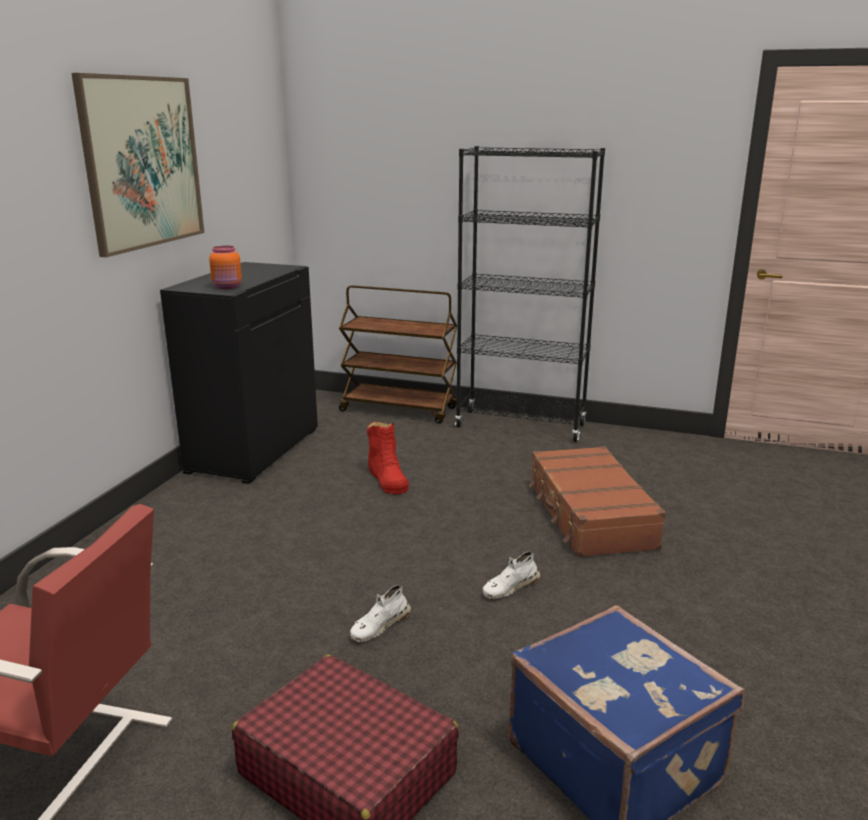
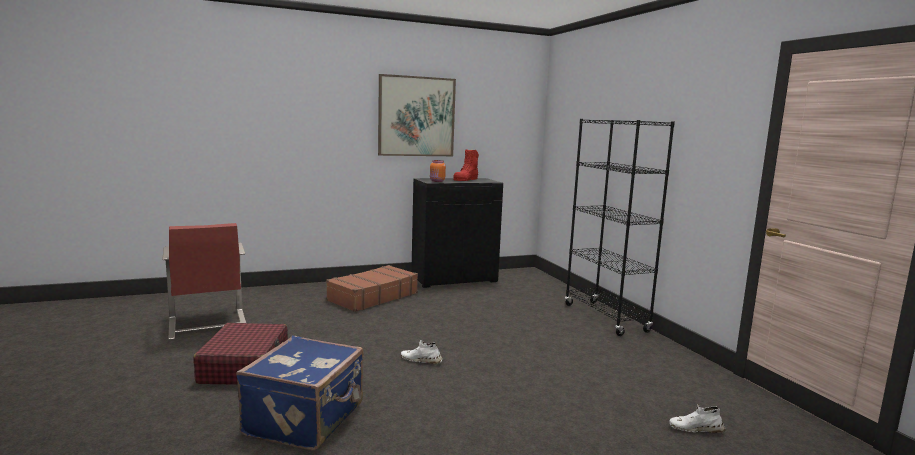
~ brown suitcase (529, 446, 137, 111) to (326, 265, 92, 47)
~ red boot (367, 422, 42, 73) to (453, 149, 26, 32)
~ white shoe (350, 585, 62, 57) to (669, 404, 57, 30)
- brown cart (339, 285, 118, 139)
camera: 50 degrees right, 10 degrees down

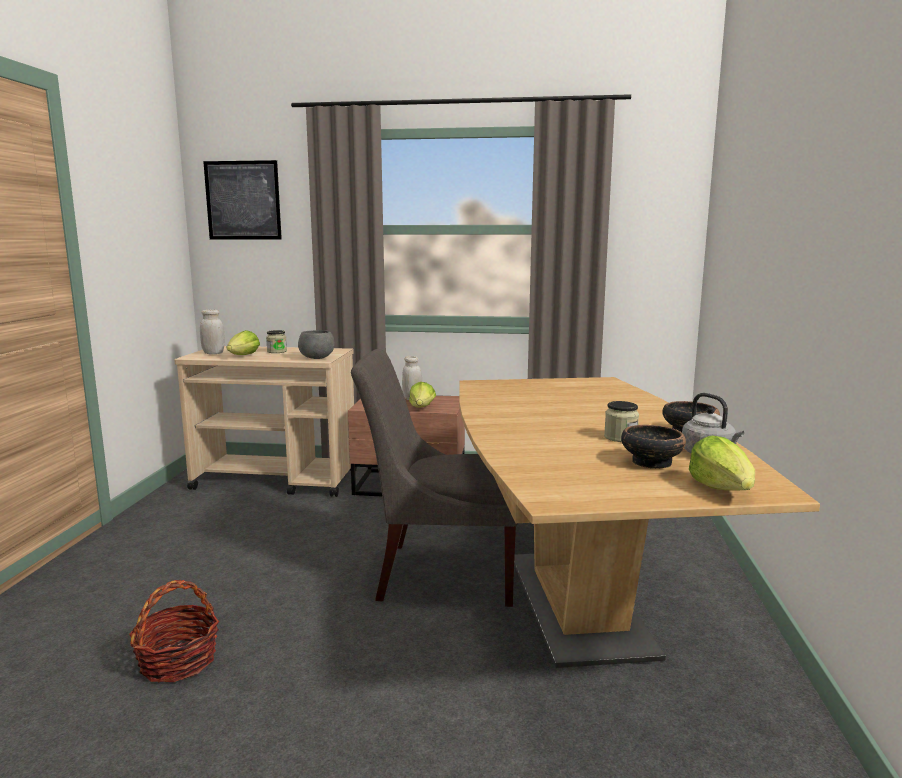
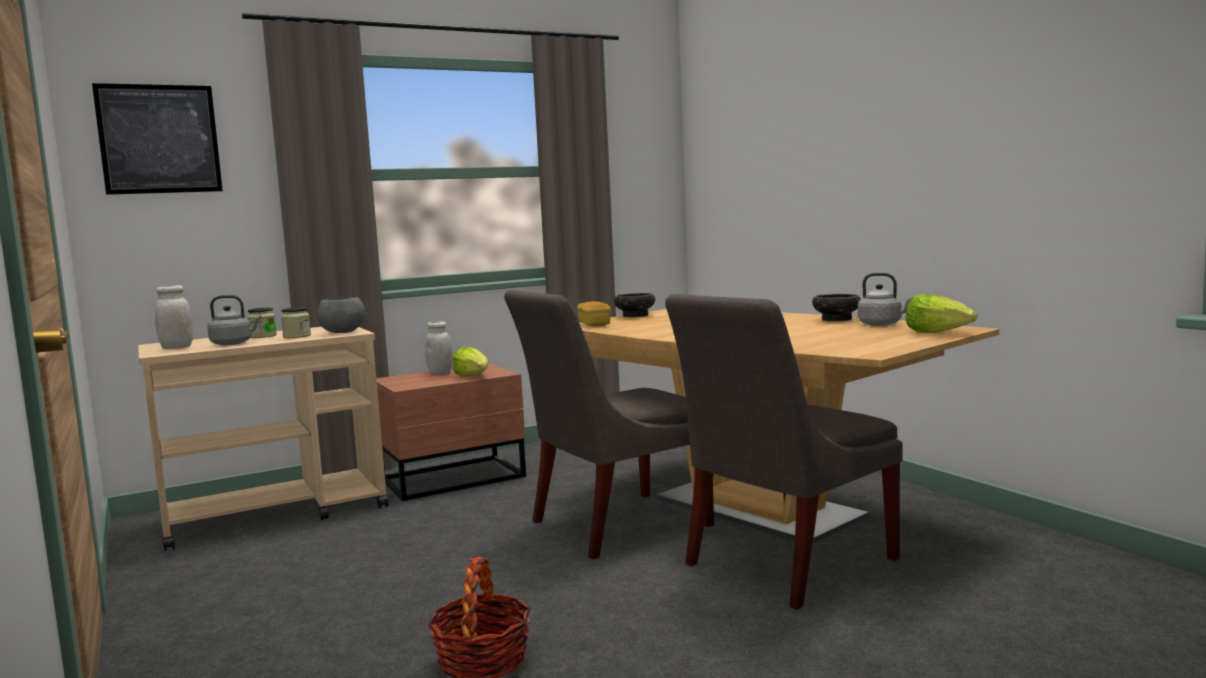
~ lettuce (227, 330, 33, 25) to grey kettle (207, 295, 55, 50)
~ jar (604, 401, 35, 41) to (281, 307, 30, 31)
+ bread (577, 301, 34, 25)
~ bowl (621, 425, 65, 44) to (614, 293, 41, 24)
+ grey chair (665, 294, 238, 315)
camera: 35 degrees left, 5 degrees down

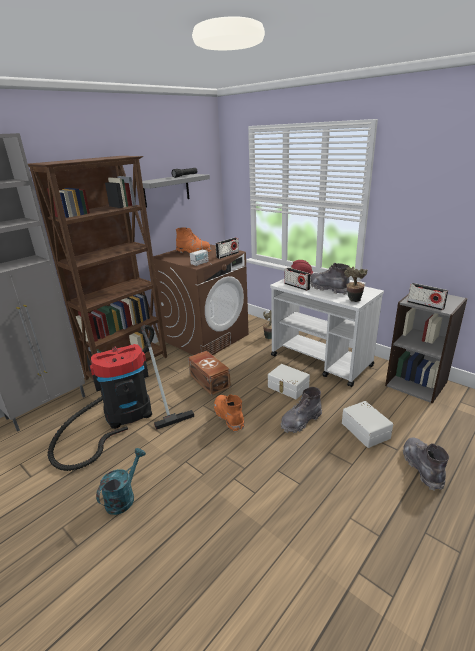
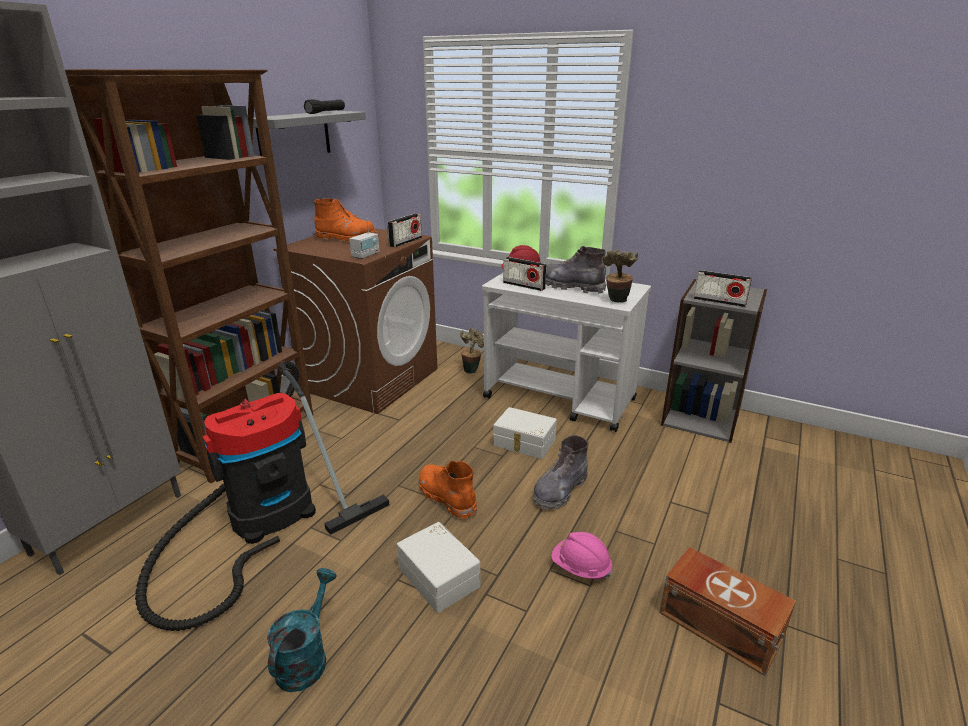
~ white storage box (342, 401, 51, 47) to (397, 522, 83, 91)
+ pink hard hat (551, 532, 62, 48)
~ brown storage box (188, 351, 43, 45) to (659, 547, 137, 129)
- grey boot (403, 437, 46, 54)
camera: 15 degrees left, 0 degrees up

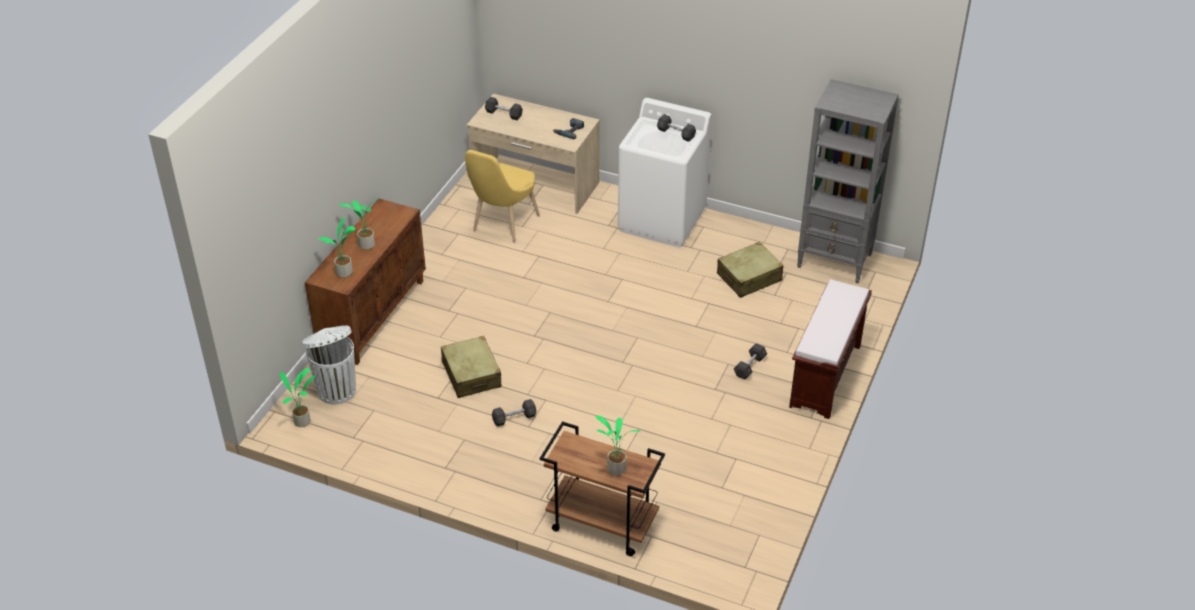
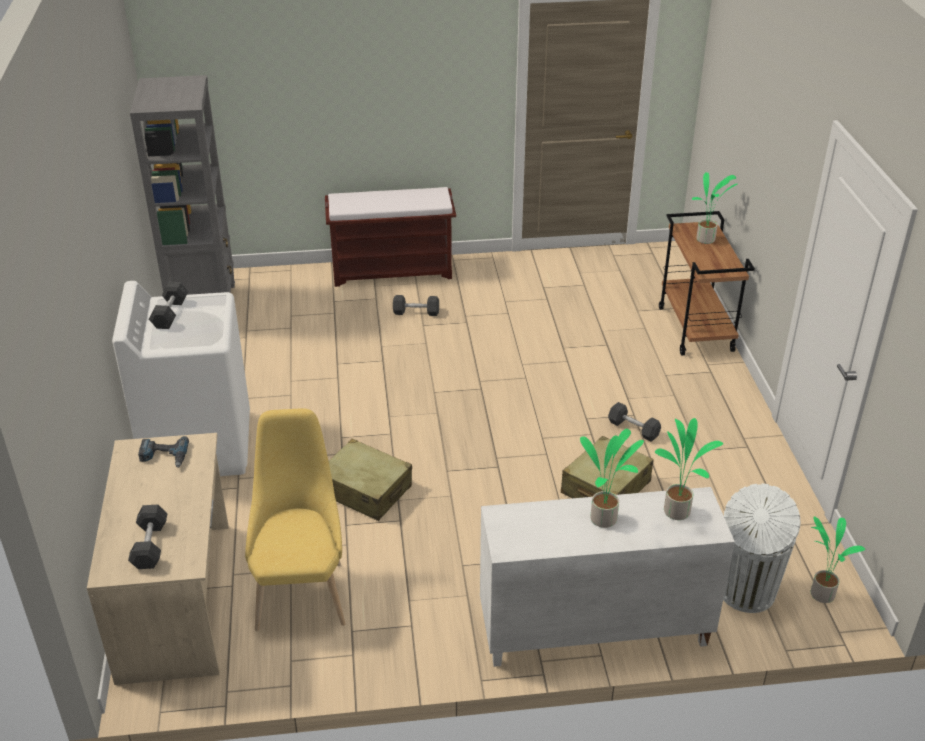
~ yellow chair (465, 150, 75, 93) = (245, 408, 101, 223) 90 degrees counterclockwise
~ beige suitcase (717, 242, 67, 56) to (329, 438, 83, 83)
~ brown cabinet (305, 199, 121, 166) to white cabinet (480, 487, 255, 180)
camera: 120 degrees left, 5 degrees down

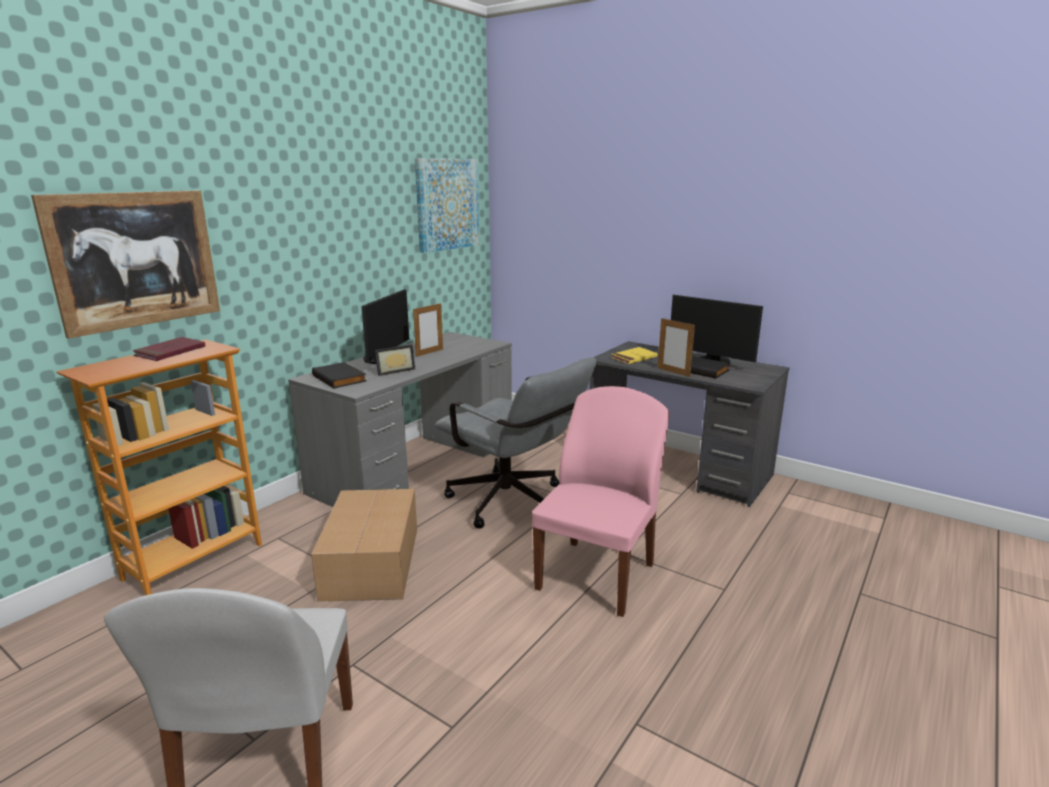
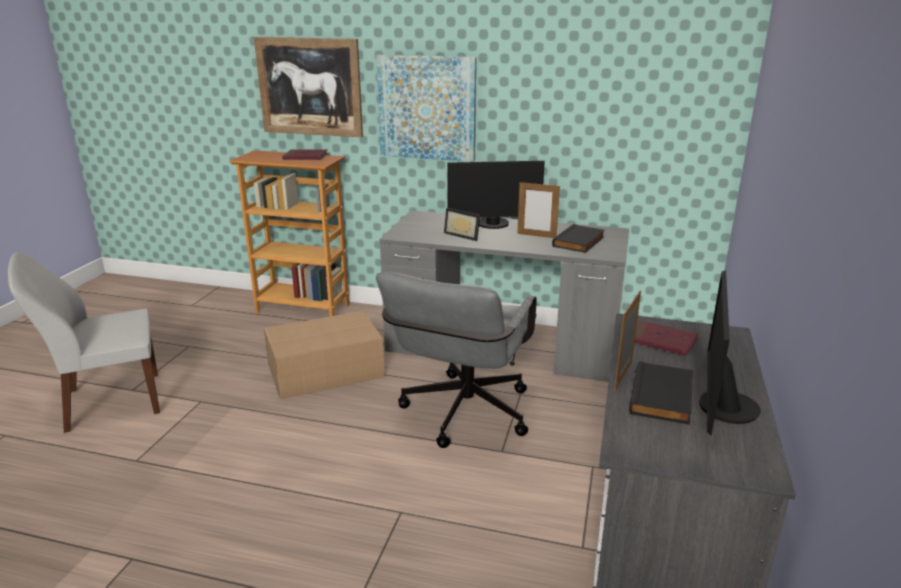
~ picture (415, 158, 65, 95) to (376, 55, 100, 107)
~ black book (312, 362, 55, 27) to (552, 224, 53, 29)
~ yellow book (611, 347, 46, 17) to red book (635, 320, 63, 36)
- pink chair (532, 386, 138, 231)
camera: 70 degrees right, 5 degrees up

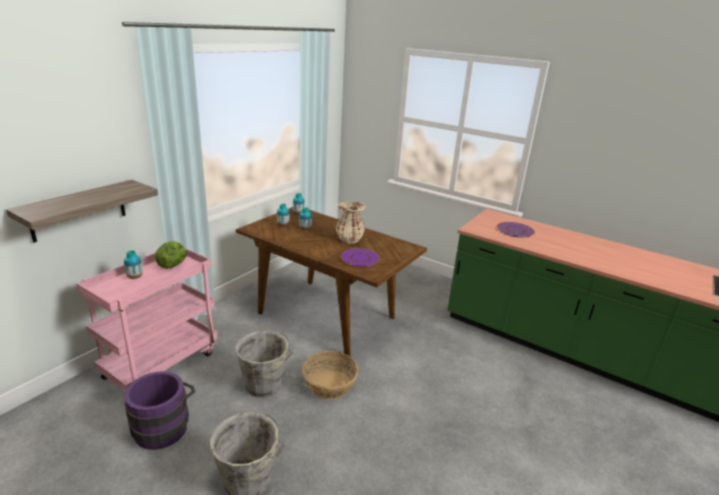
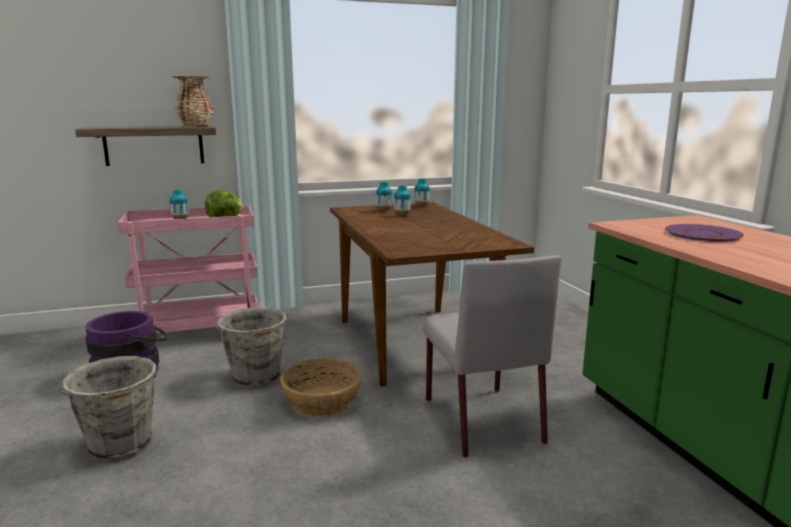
~ beige vase (336, 201, 30, 43) to (172, 76, 42, 51)
+ grey chair (423, 255, 139, 203)
- purple plate (340, 248, 40, 19)
camera: 40 degrees right, 10 degrees down

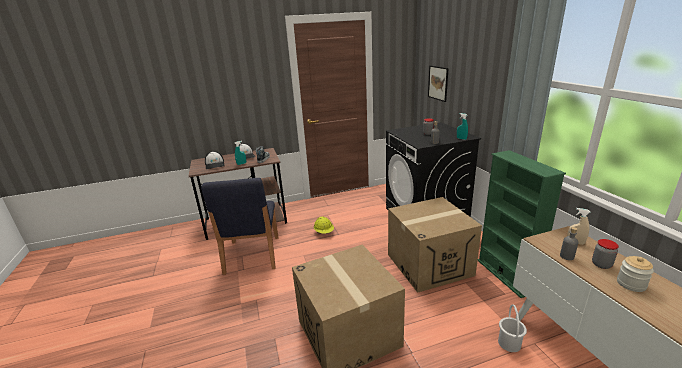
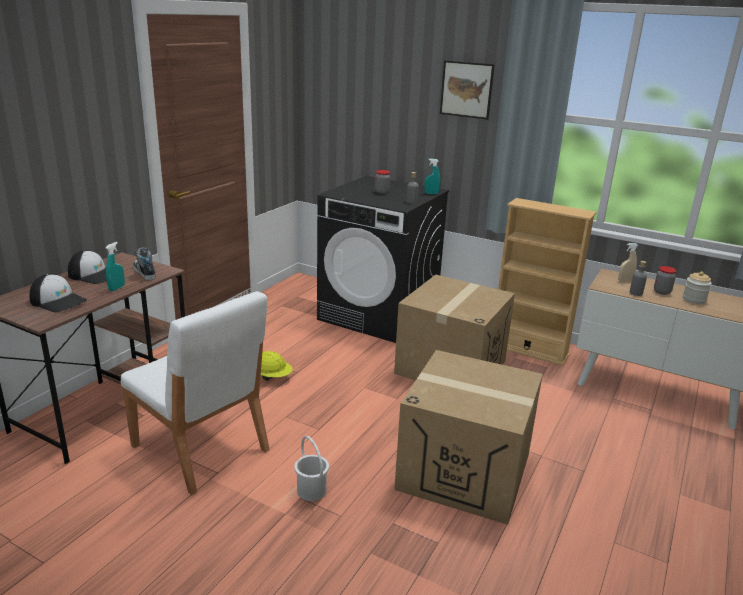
~ blue chair (201, 178, 77, 97) to white chair (121, 291, 149, 204)
~ white bucket (498, 304, 29, 48) to (294, 436, 35, 65)
~ picture (428, 65, 21, 37) to (440, 60, 55, 60)
~ green bookcase (478, 150, 88, 148) to beige bookcase (498, 198, 98, 168)
camera: 45 degrees left, 0 degrees up

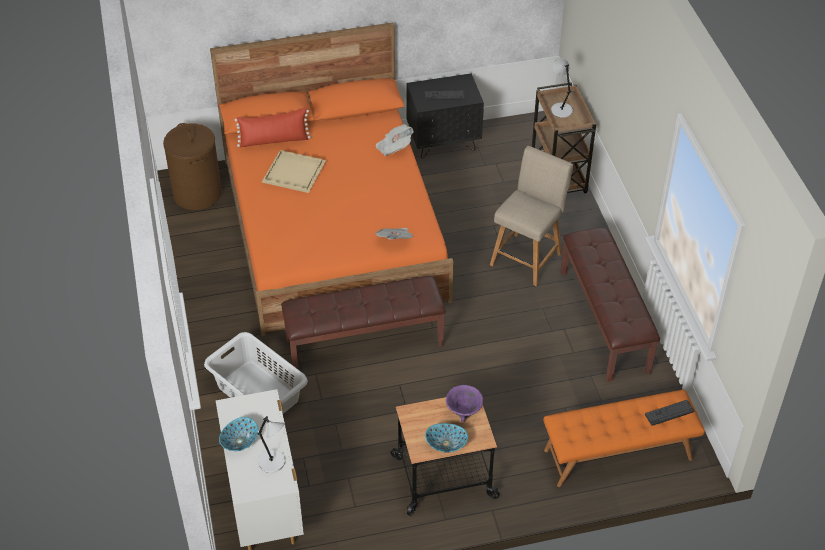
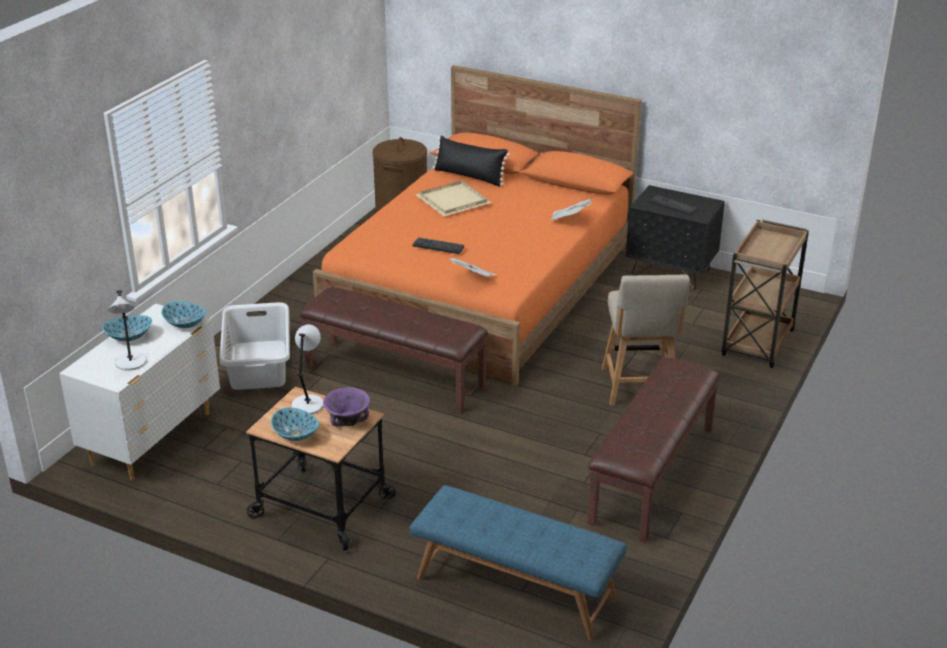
+ bowl (161, 301, 45, 27)
~ grey table lamp (551, 58, 22, 60) to (292, 324, 32, 90)
~ orange bench (543, 390, 162, 97) to blue bench (410, 485, 217, 156)
~ keyboard (645, 400, 49, 26) to (413, 237, 51, 17)
~ red pillow (235, 108, 76, 39) to black pillow (432, 136, 78, 51)
~ beige chair (490, 146, 83, 140) = (602, 274, 88, 132) 105 degrees clockwise
camera: 40 degrees right, 15 degrees down

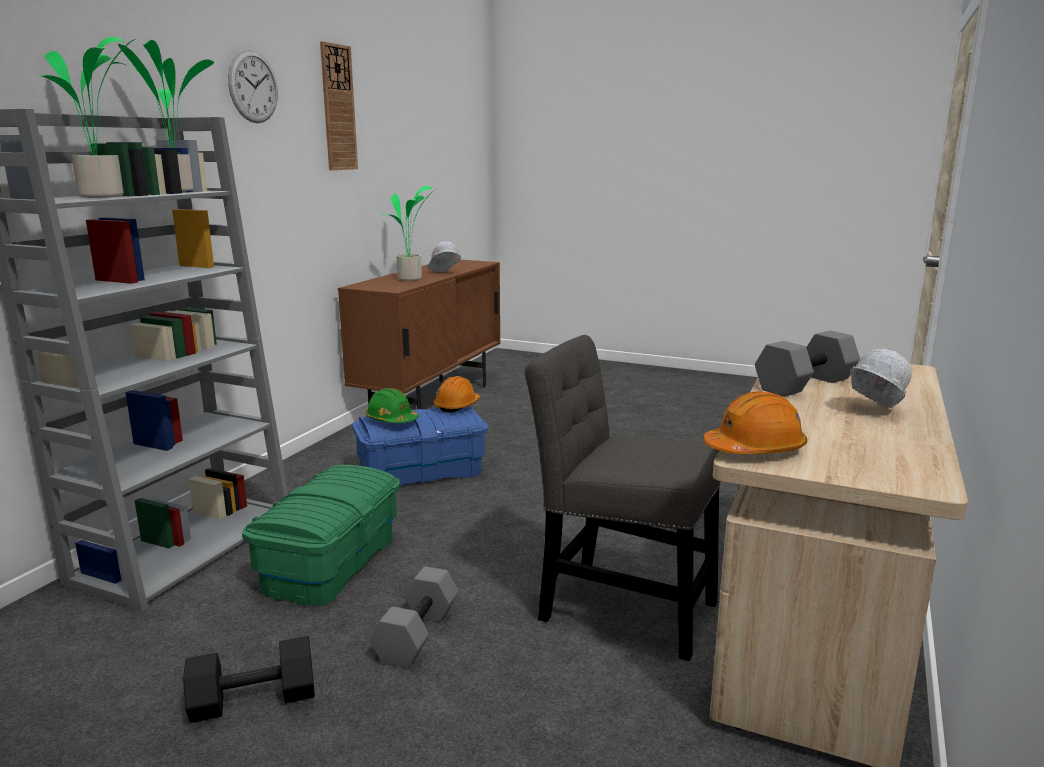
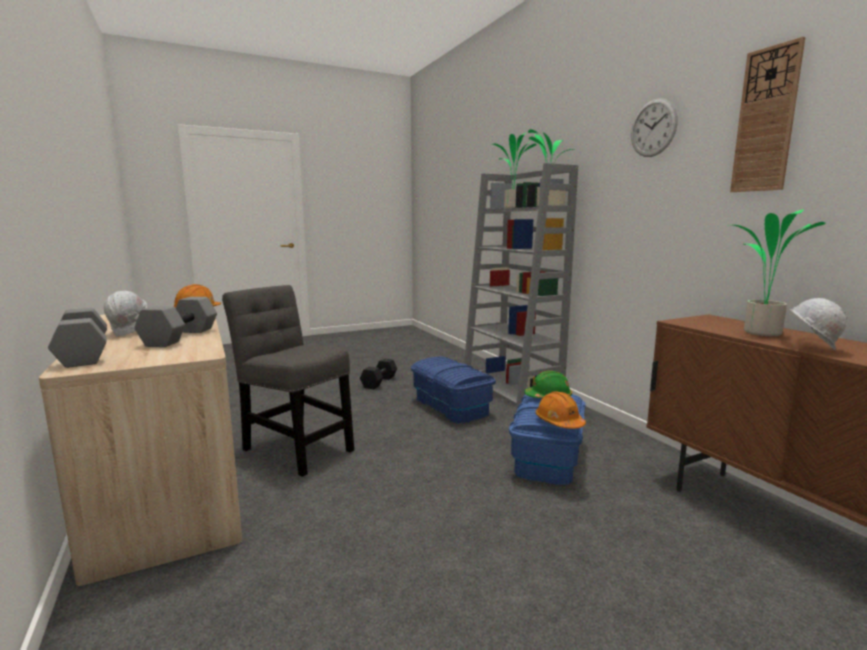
~ grey dumbbell (370, 567, 89, 101) to (48, 308, 59, 60)
~ grey chair (525, 335, 196, 326) = (222, 285, 132, 192) 120 degrees counterclockwise
~ green storage box (242, 465, 158, 141) to blue storage box (411, 357, 85, 66)
camera: 130 degrees right, 5 degrees down

